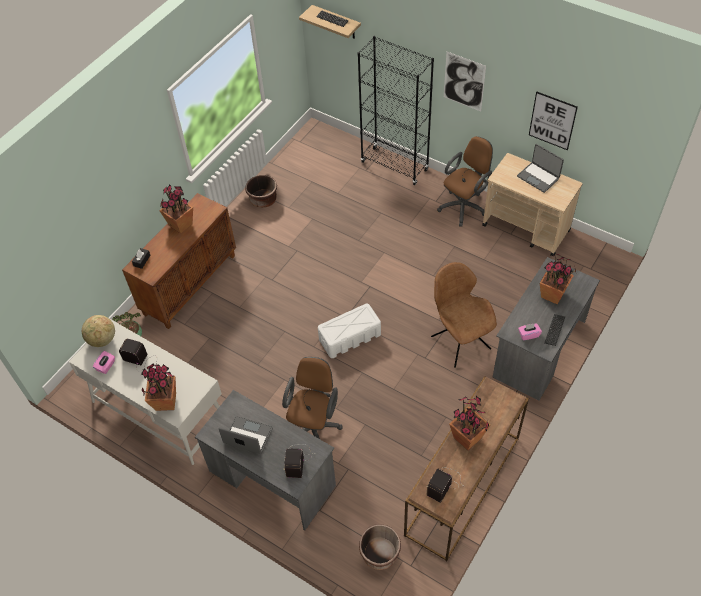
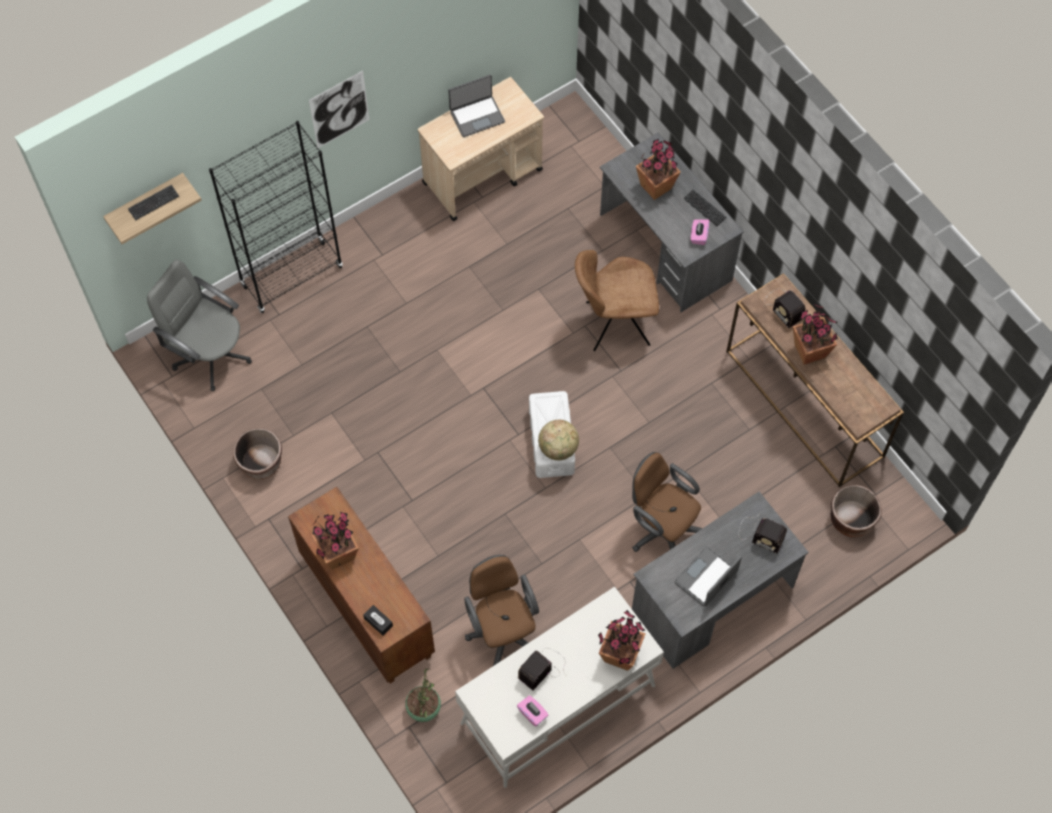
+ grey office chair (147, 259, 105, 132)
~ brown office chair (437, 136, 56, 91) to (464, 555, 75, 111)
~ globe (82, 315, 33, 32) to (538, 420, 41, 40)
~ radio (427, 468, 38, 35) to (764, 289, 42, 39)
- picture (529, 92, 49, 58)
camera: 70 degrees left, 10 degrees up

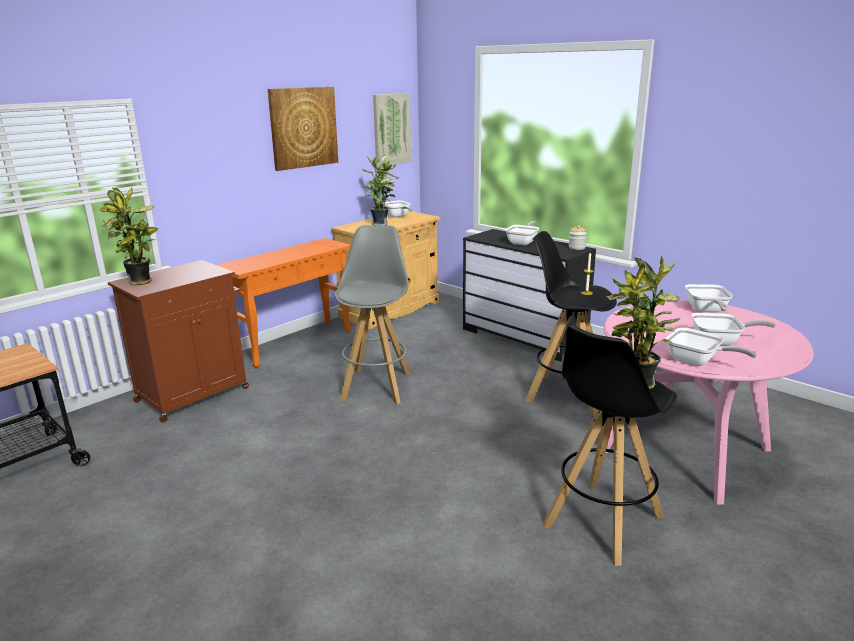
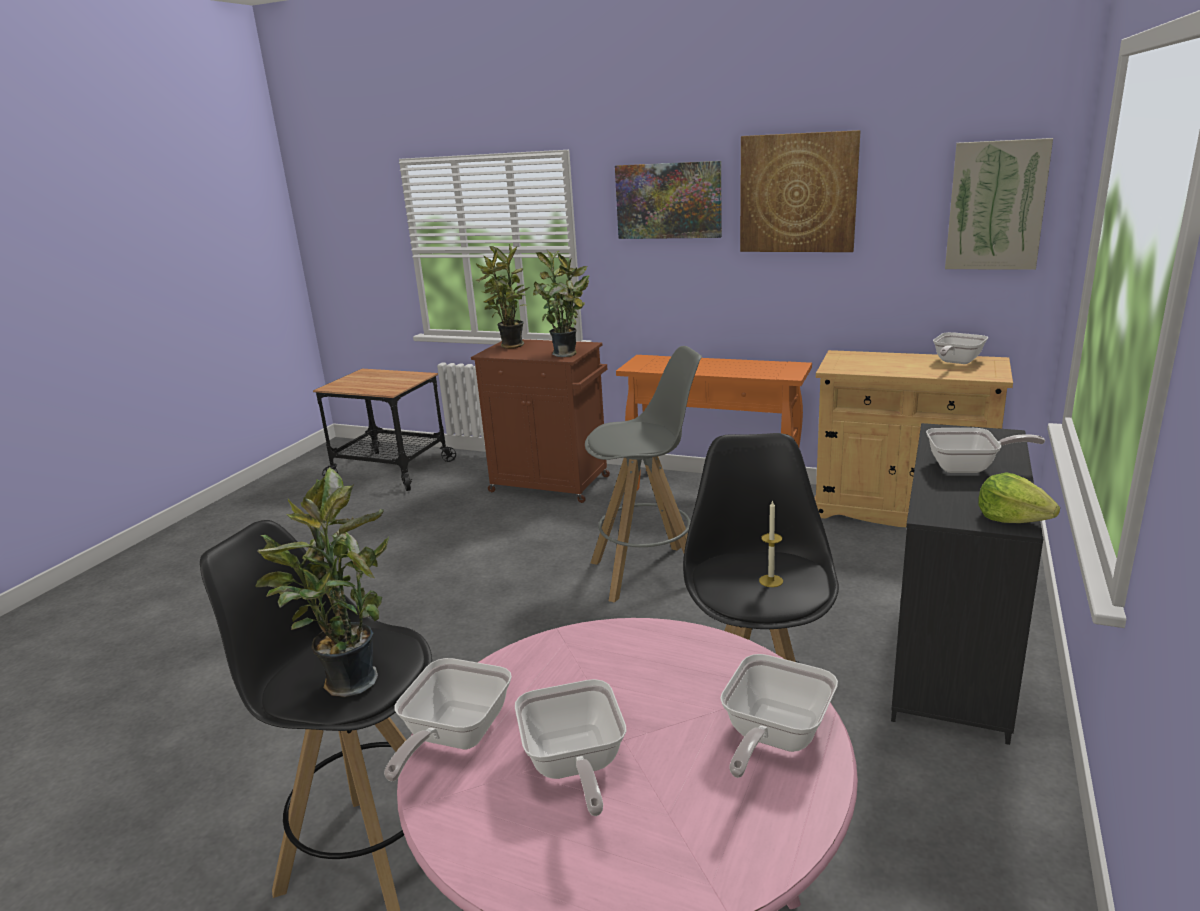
~ potted plant (363, 155, 37, 71) to (533, 250, 57, 107)
+ picture (615, 161, 107, 78)
~ frying pan (685, 284, 48, 28) = (720, 654, 118, 124) 45 degrees counterclockwise
~ jar (569, 225, 18, 25) to lettuce (978, 472, 82, 51)
camera: 70 degrees right, 0 degrees up

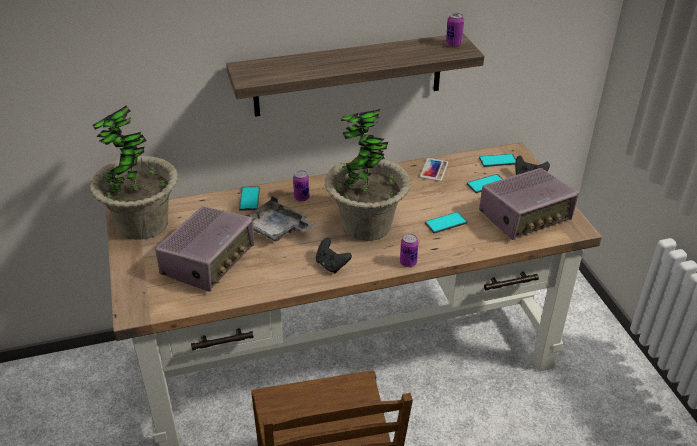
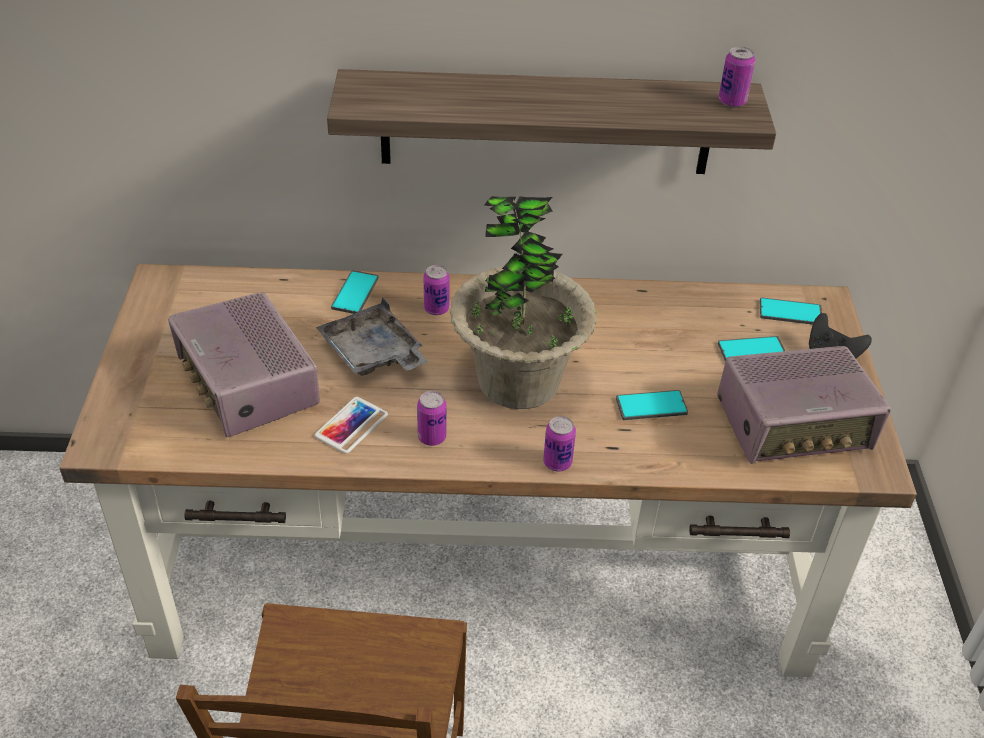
~ radio (155, 206, 99, 86) = (168, 292, 152, 145) 105 degrees clockwise
~ phone (420, 158, 28, 23) to (315, 397, 73, 57)
~ black game controller (316, 238, 36, 35) to can (417, 391, 29, 55)
- potted plant (90, 105, 88, 135)
camera: 15 degrees right, 5 degrees up

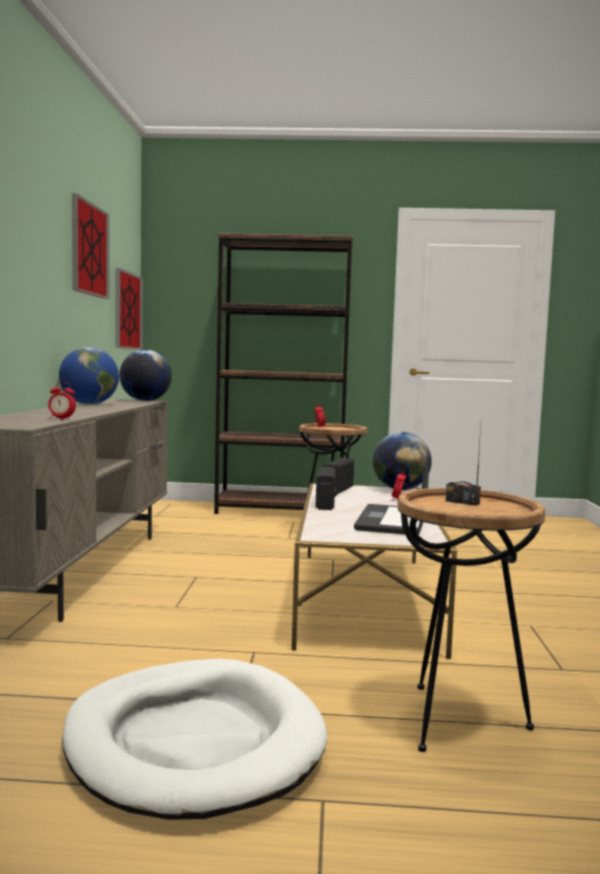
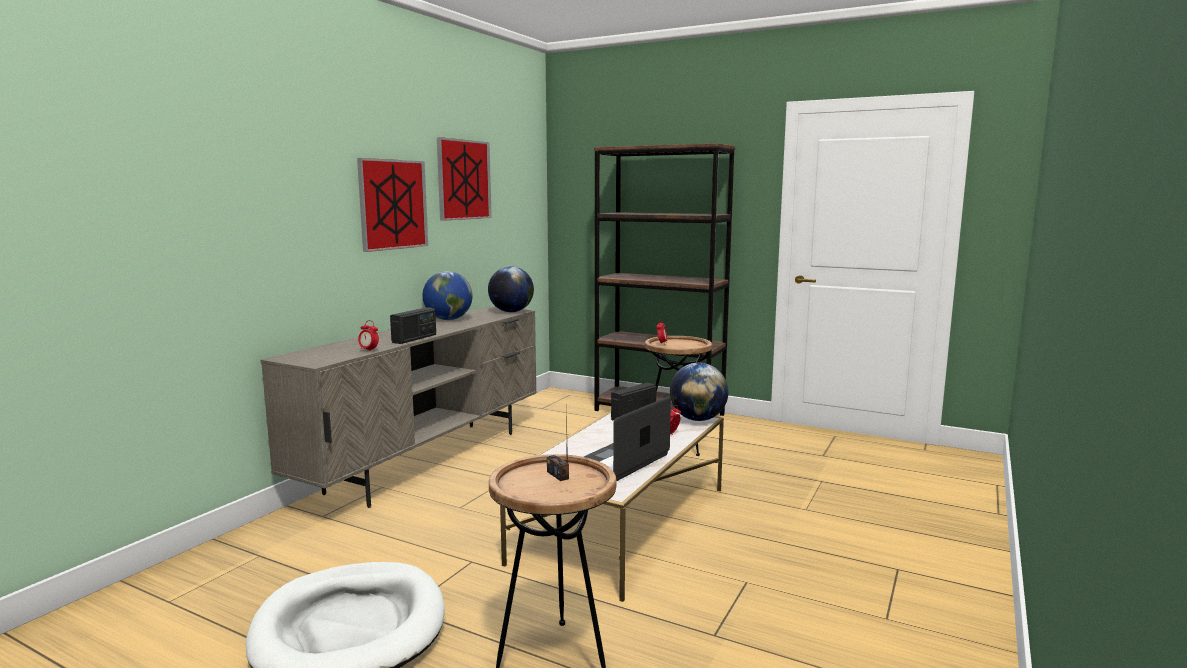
~ picture (115, 268, 28, 81) to (357, 158, 71, 94)
~ radio (315, 466, 22, 44) to (390, 307, 46, 37)
camera: 25 degrees right, 5 degrees up

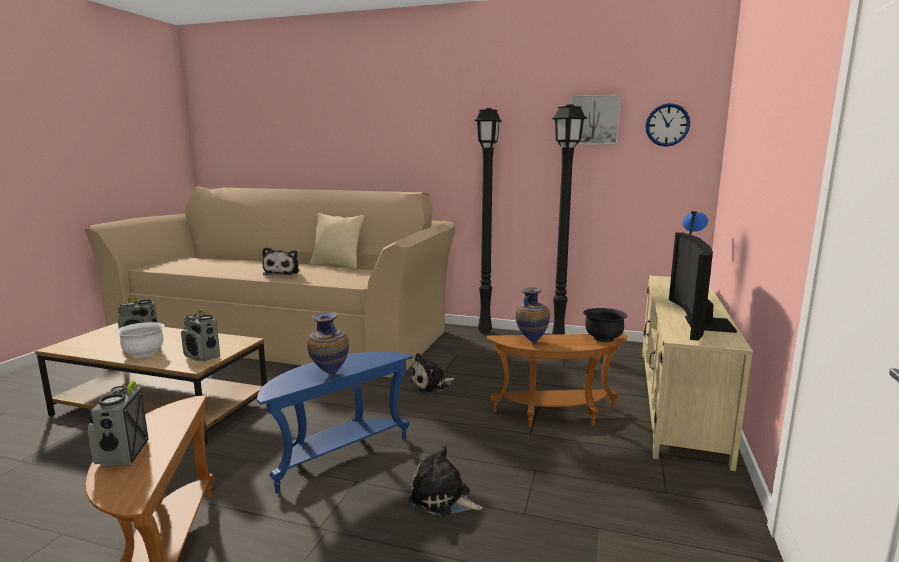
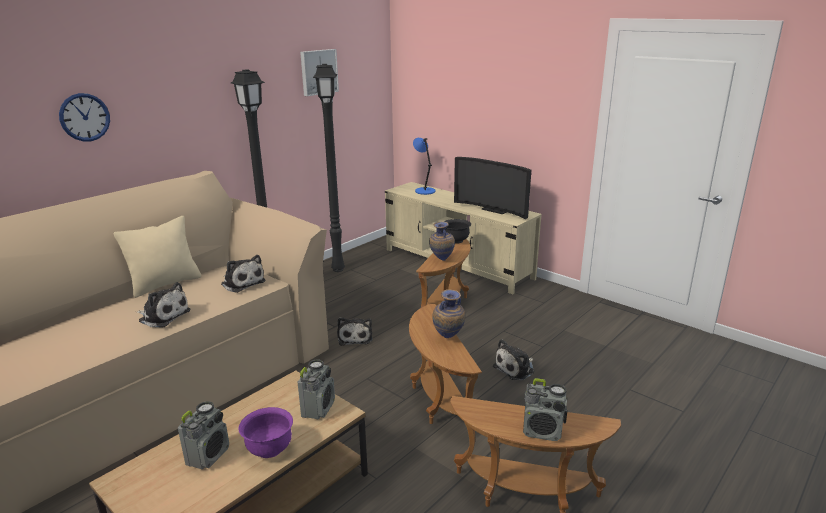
~ wall clock (646, 103, 44, 44) to (59, 93, 51, 48)
+ plush toy (221, 255, 44, 38)
~ white bowl (116, 322, 49, 36) to purple bowl (239, 407, 54, 51)
~ radio (181, 309, 39, 52) = (298, 359, 37, 60) 45 degrees counterclockwise
~ blue side table (257, 351, 156, 142) to brown side table (409, 303, 73, 121)
camera: 65 degrees left, 10 degrees up

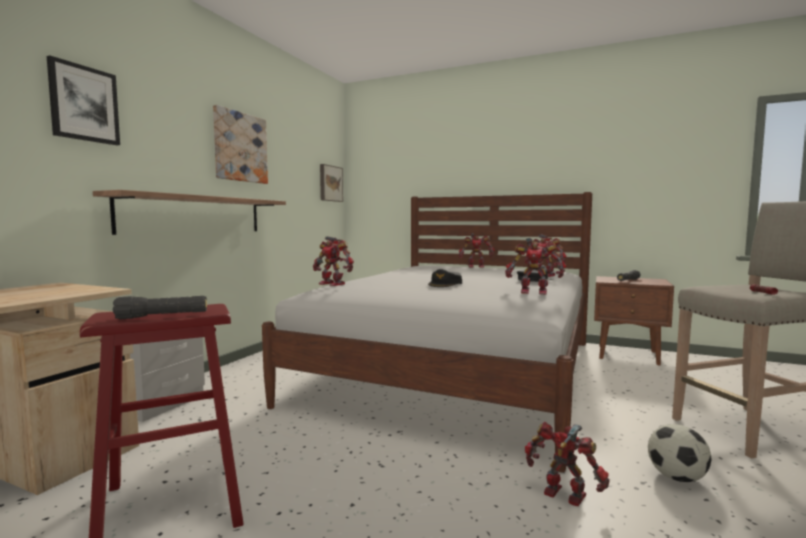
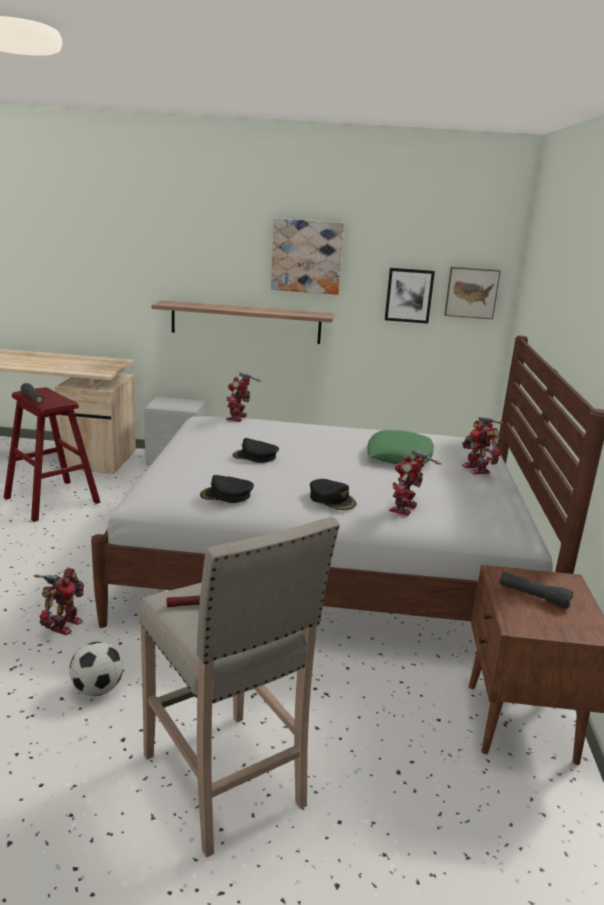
~ toy robot (505, 238, 61, 56) to black cap (200, 475, 54, 28)
+ green pillow (367, 430, 67, 34)
~ picture (47, 55, 73, 91) to (385, 268, 50, 56)
camera: 70 degrees right, 15 degrees up

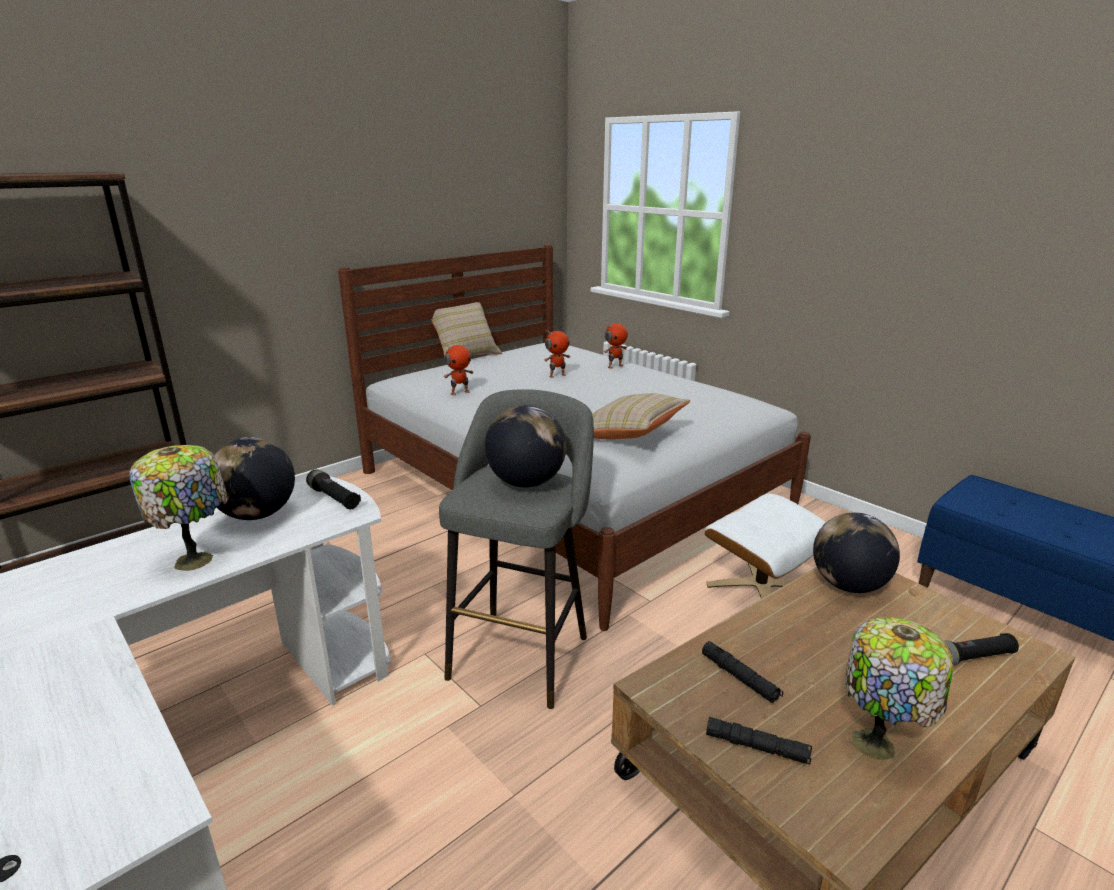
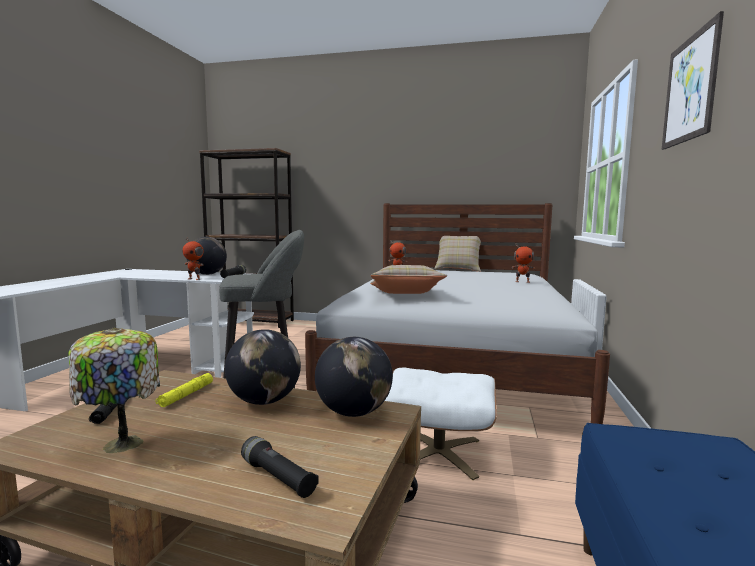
~ black flashlight (702, 641, 81, 62) to yellow flashlight (155, 373, 58, 34)
~ toy robot (544, 328, 26, 50) to (182, 238, 22, 42)
~ globe (485, 405, 81, 82) to (225, 329, 76, 76)
+ picture (662, 11, 62, 139)
- table lamp (129, 445, 99, 126)
camera: 55 degrees right, 15 degrees down

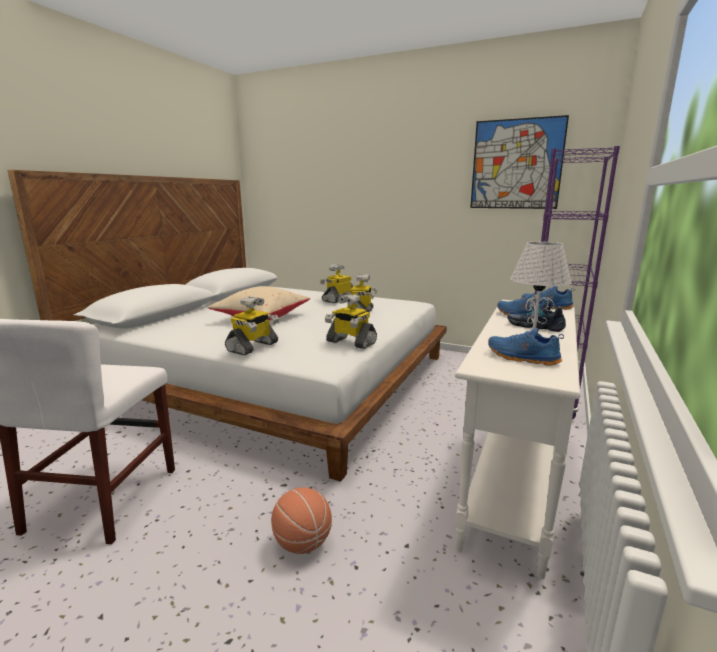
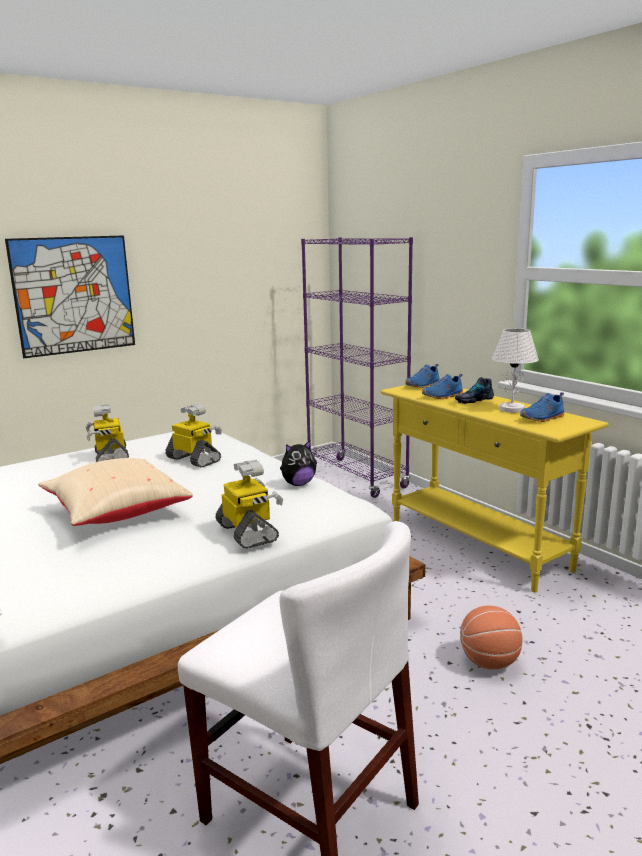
~ picture (470, 115, 99, 94) to (5, 235, 130, 123)
~ toy robot (325, 294, 52, 55) to plush toy (280, 440, 36, 46)
~ white console table (455, 300, 125, 279) to yellow console table (381, 385, 228, 207)
camera: 60 degrees left, 0 degrees up

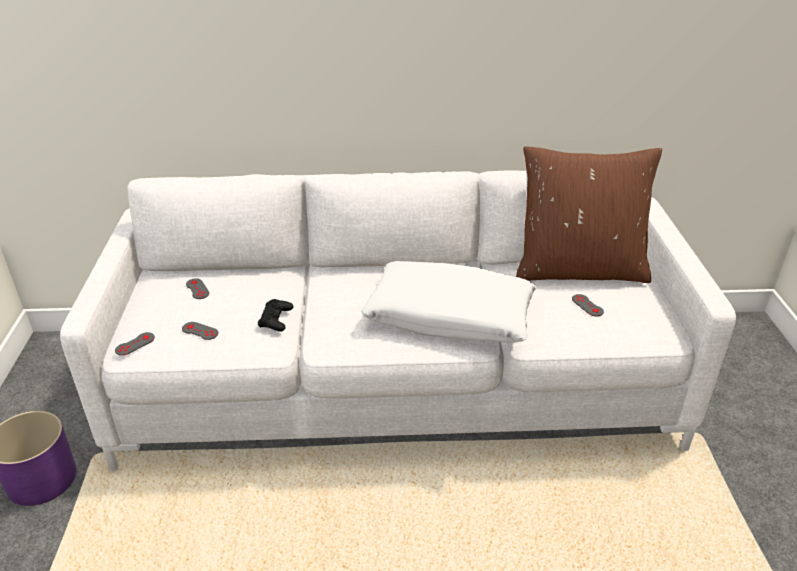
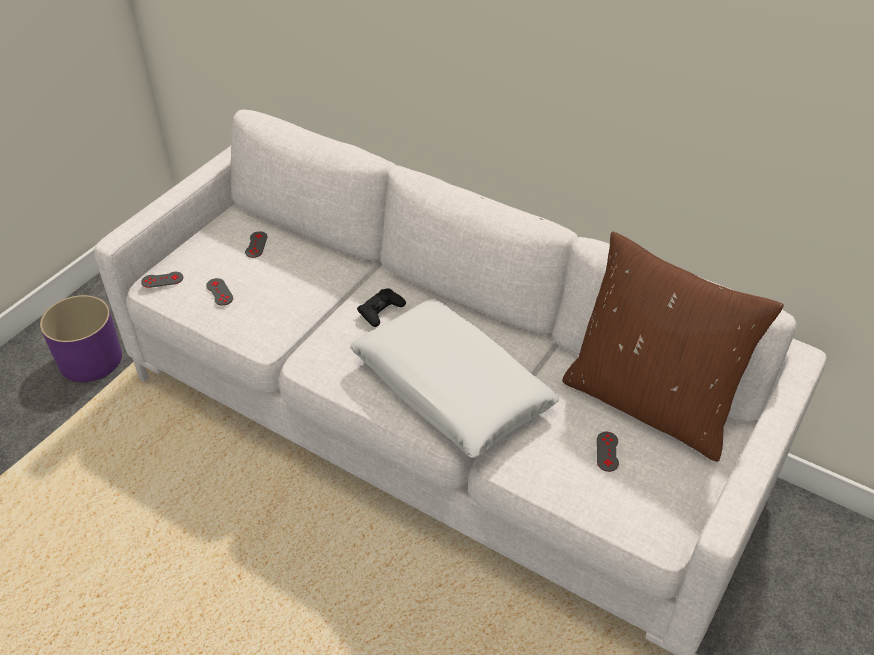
~ black game controller (258, 299, 36, 32) to (357, 288, 49, 39)
camera: 35 degrees right, 10 degrees up

